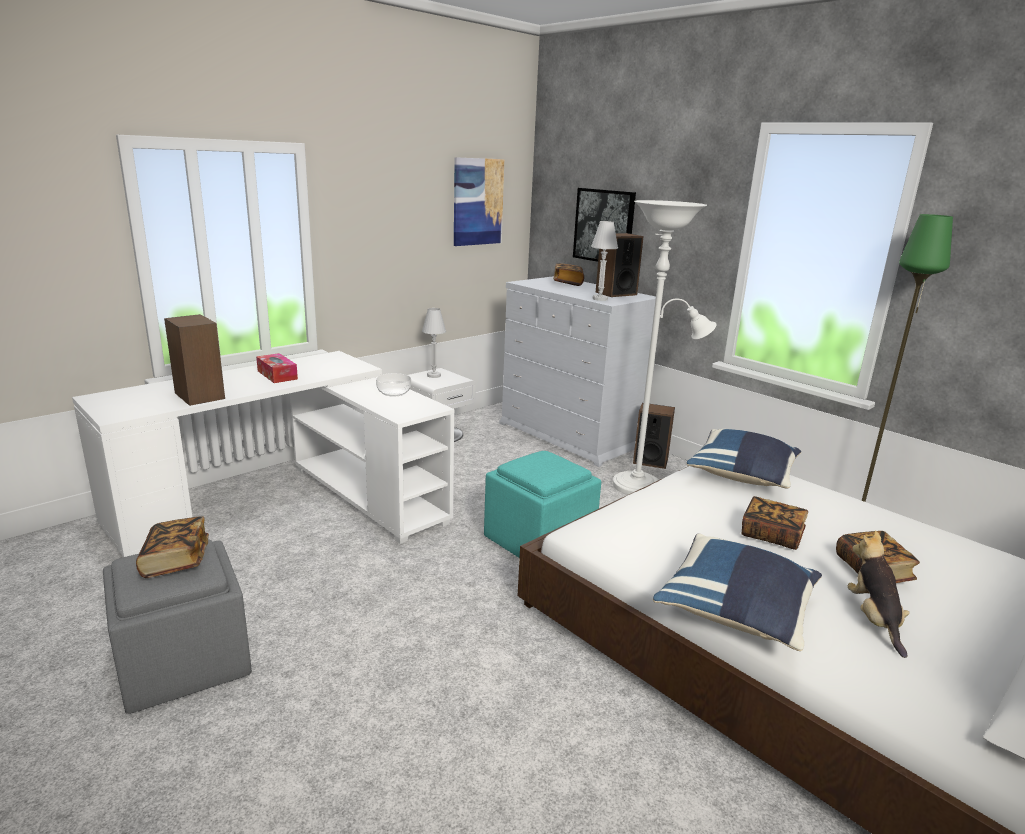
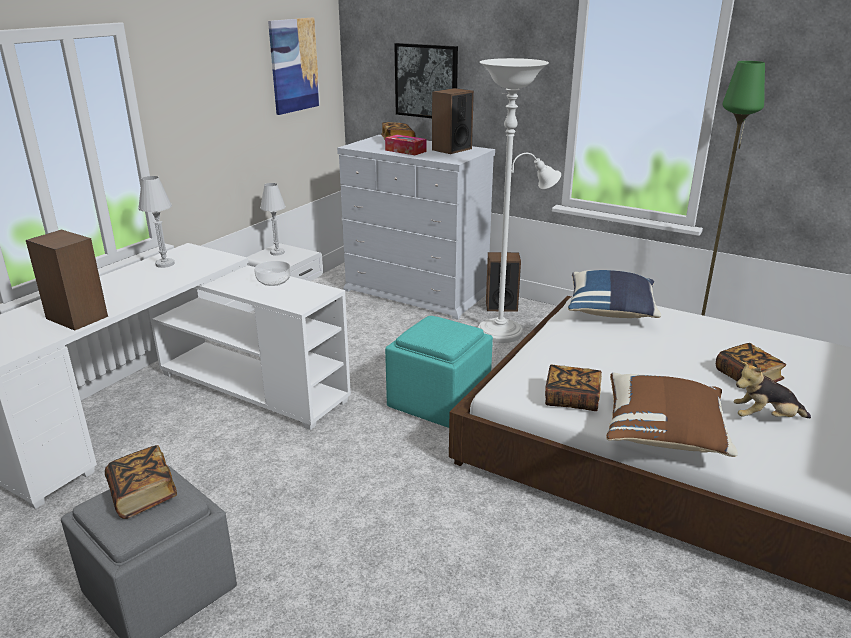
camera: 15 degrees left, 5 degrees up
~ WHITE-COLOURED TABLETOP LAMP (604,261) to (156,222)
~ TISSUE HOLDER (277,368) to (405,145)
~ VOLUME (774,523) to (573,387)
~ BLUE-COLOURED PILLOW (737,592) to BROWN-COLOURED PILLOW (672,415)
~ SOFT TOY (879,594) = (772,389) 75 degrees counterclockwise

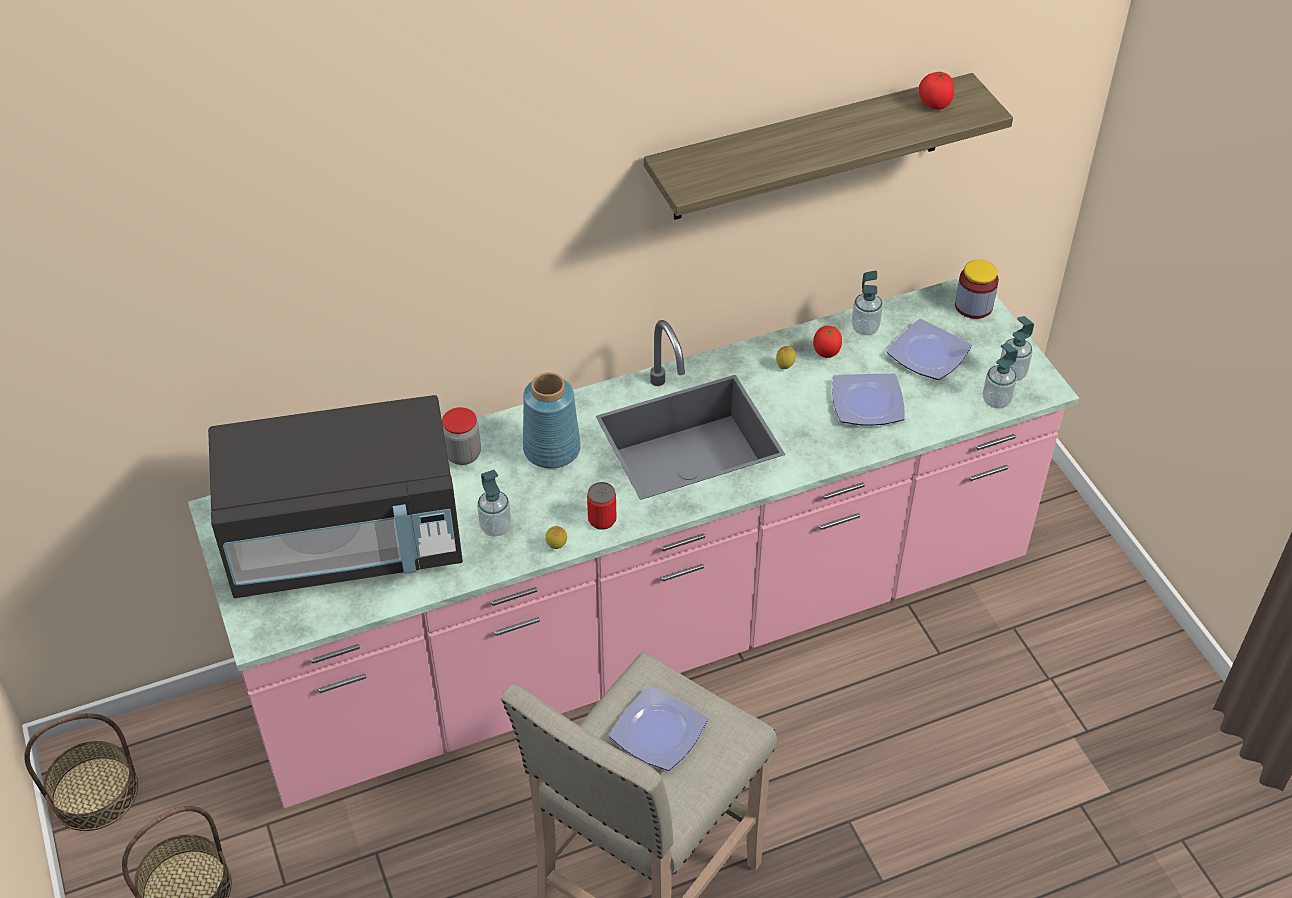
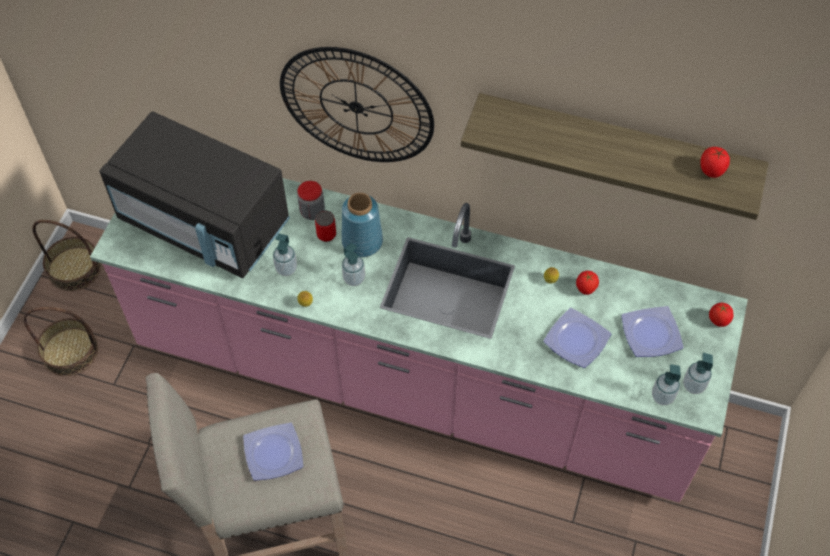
camera: 40 degrees right, 10 degrees up
+ WALL CLOCK (357,104)
~ CAN (601,506) to (325,226)
~ SOAP DISPENSER (867,303) to (353,264)
~ STORAGE JAR (977,289) to FRESH TOMATO (721,315)

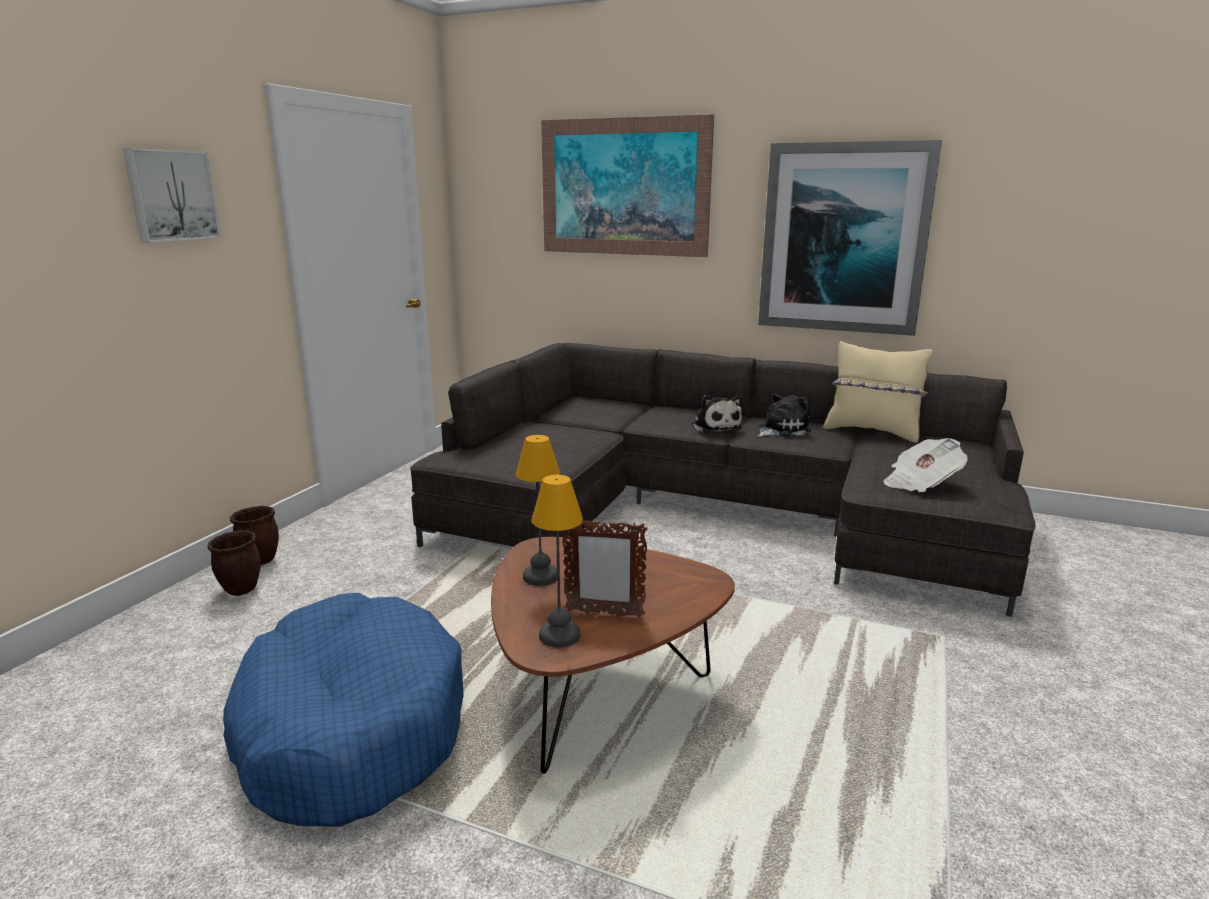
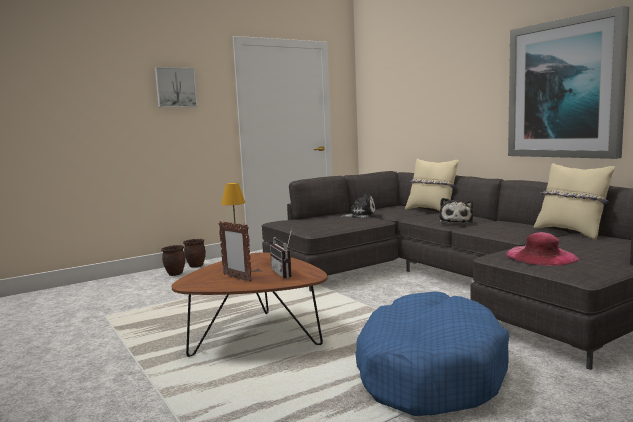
camera: 35 degrees right, 10 degrees down
+ RADIO (281,253)
~ SOFT TOY (784,415) to (357,206)
~ BLUE-COLOURED DOG BED (343,710) to (432,354)
+ BEIGE PILLOW (432,185)
~ PRINTED PAPER (925,465) to PINK WEARABLE HAT (542,249)
- TABLETOP LAMP (557,561)
- WALL PICTURE (627,185)

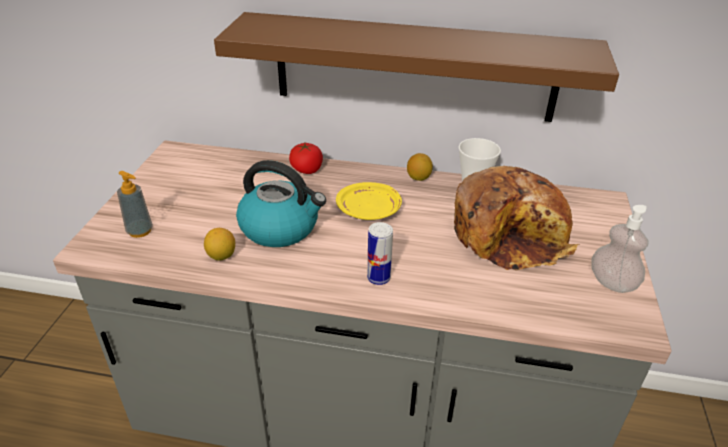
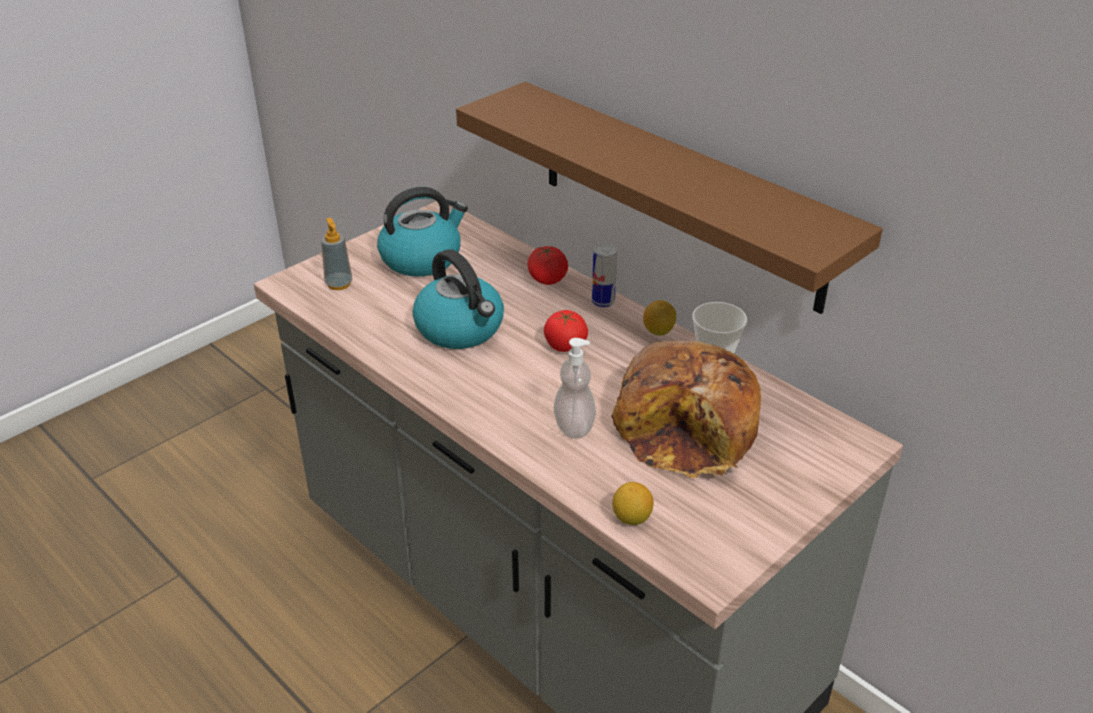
camera: 35 degrees right, 0 degrees up
+ WATER KETTLE (422,232)
~ YELLOWISH FLAT DISH (369,201) to FRESH TOMATO (566,331)
~ SOAP DISPENSER (620,249) to (575,388)
~ CAN (380,253) to (604,275)
~ CITRUS FRUIT (219,244) to (633,503)

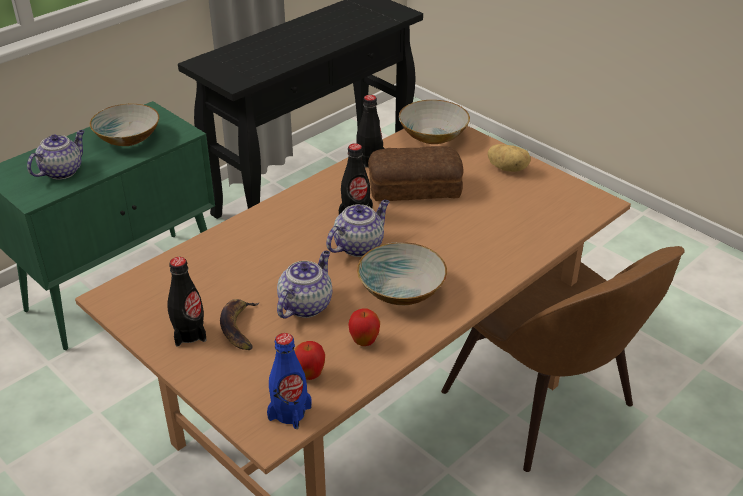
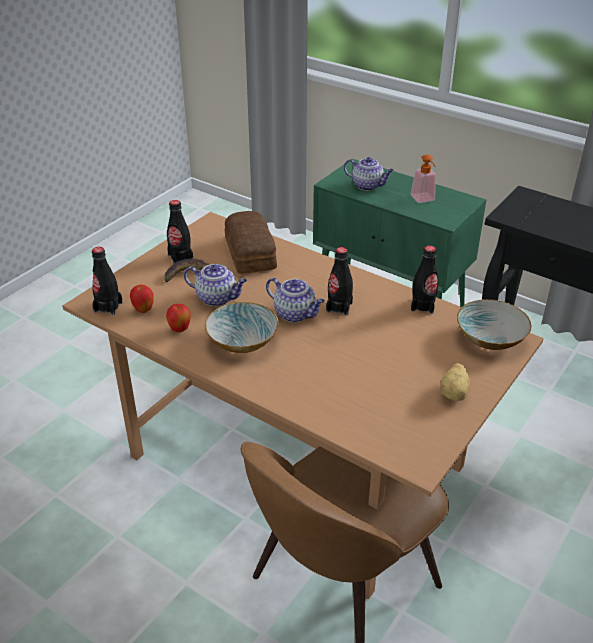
camera: 80 degrees right, 0 degrees up
~ BLUE-COLOURED BOTTLE (289,381) to BLACK BOTTLE (107,281)
~ BAKED BREAD (416,173) to (251,242)
~ BOWL (124,125) to SOAP DISPENSER (423,179)

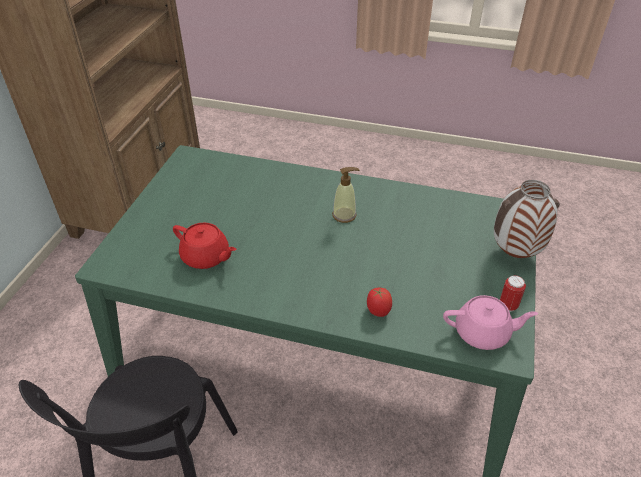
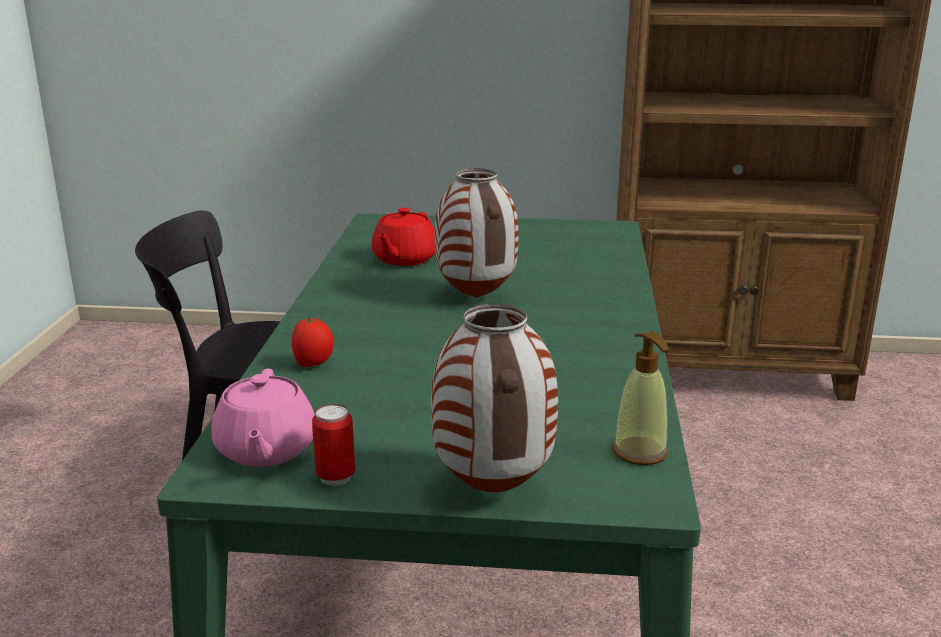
camera: 80 degrees right, 20 degrees down
+ VASE (476,233)
~ SOAP DISPENSER (345,195) to (640,398)

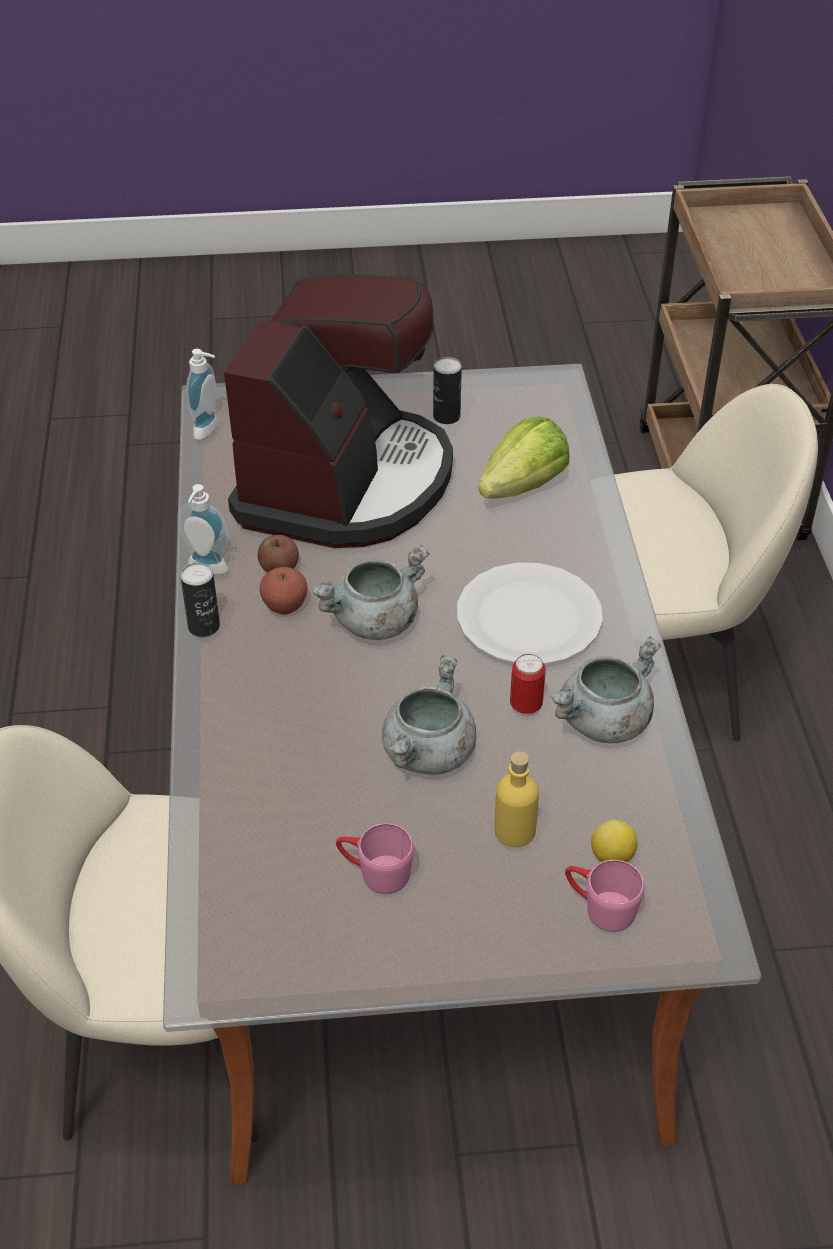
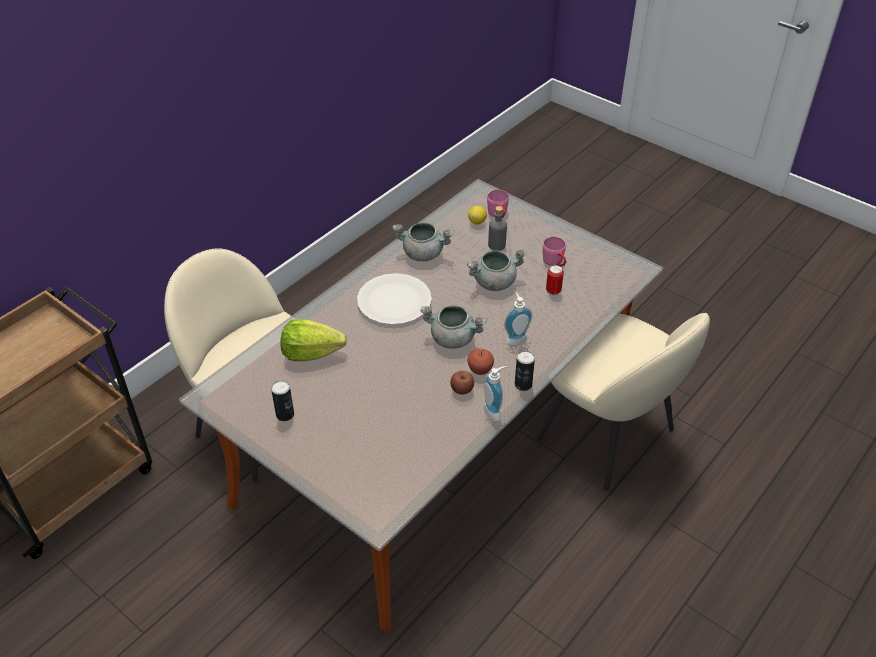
camera: 135 degrees left, 0 degrees up
~ YELLOWISH BOTTLE (516,799) to GRAY BOTTLE (497,228)
~ SOAP DISPENSER (202,394) to (518,318)
~ CAN (528,685) to (555,280)
- COFFEE MAKER (338,411)

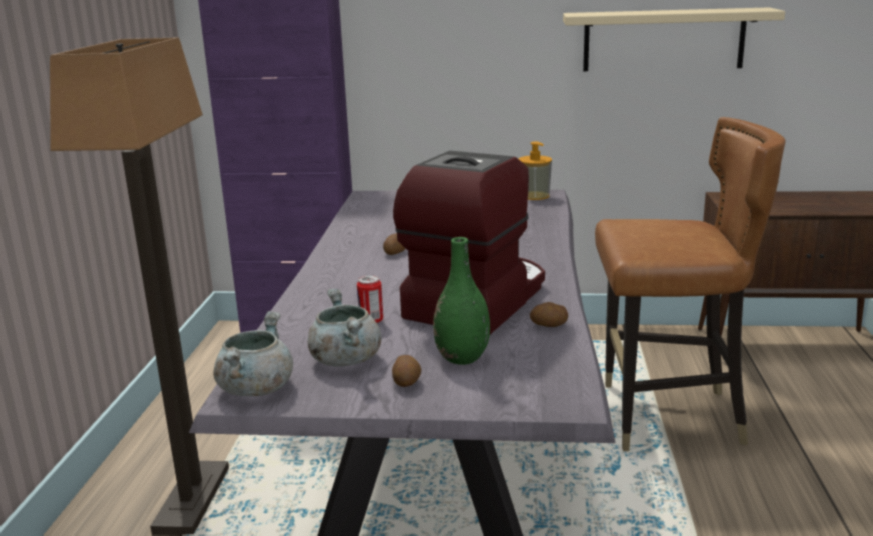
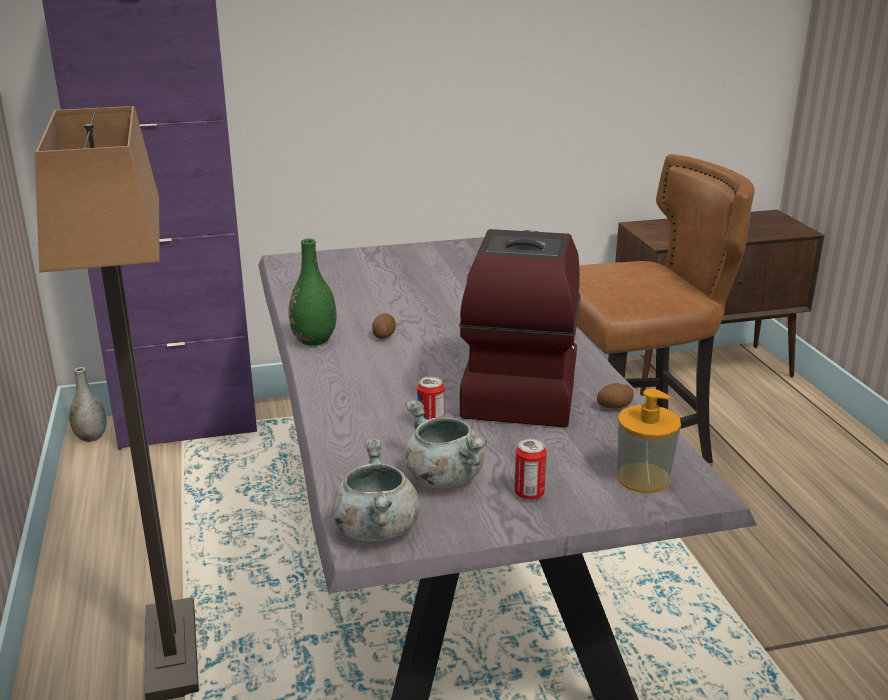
camera: 20 degrees left, 5 degrees up
+ GRAY VASE (88,404)
~ GREENISH VASE (461,301) to (312,292)
~ SPUD (406,371) to CAN (530,469)
~ SOAP DISPENSER (535,171) to (649,440)
- BEIGE BRACKET SHELF (674,39)

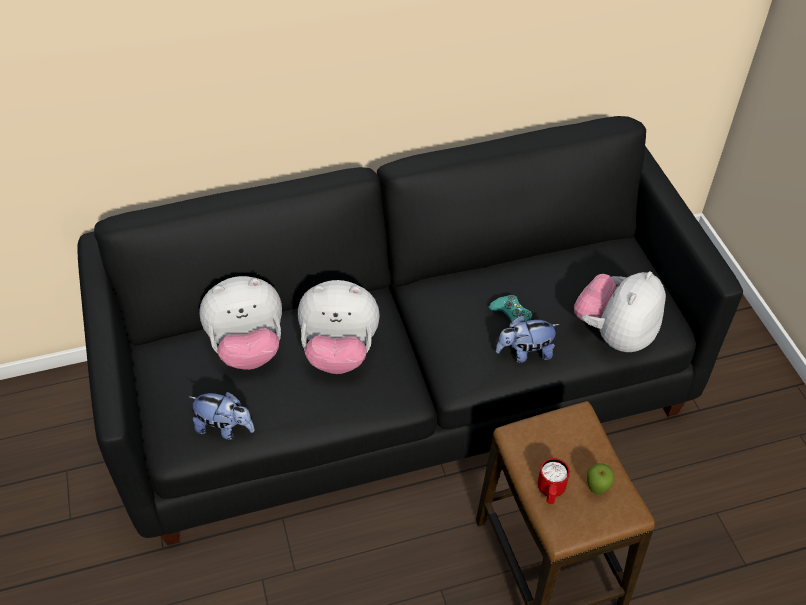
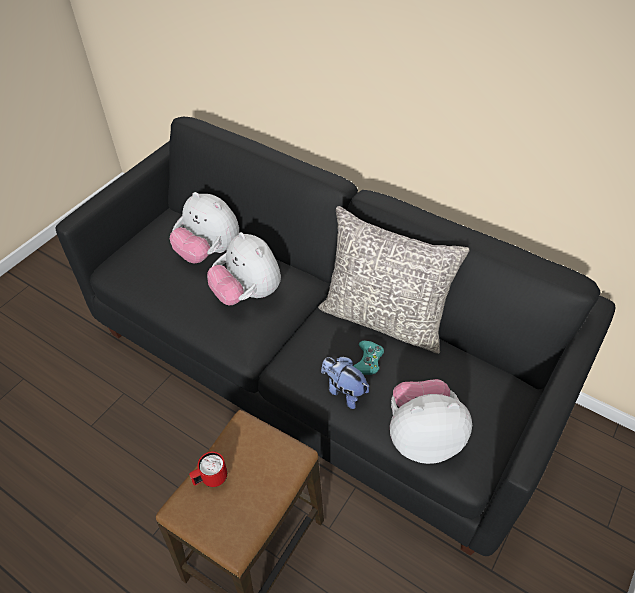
camera: 50 degrees right, 0 degrees up
+ GRAY PILLOW (394,280)
- SOFT TOY (221,416)
- WHOLE APPLE (601,478)

